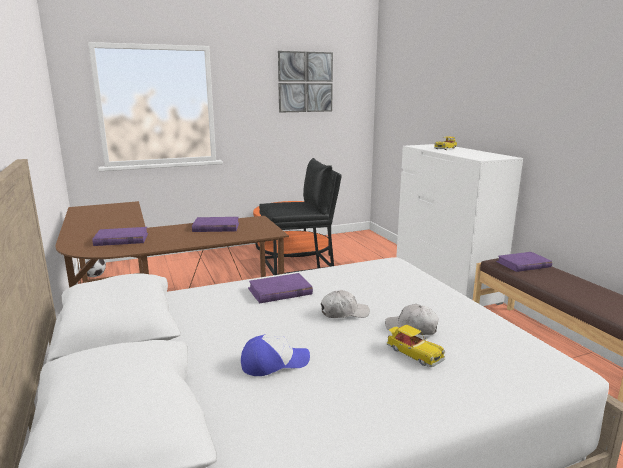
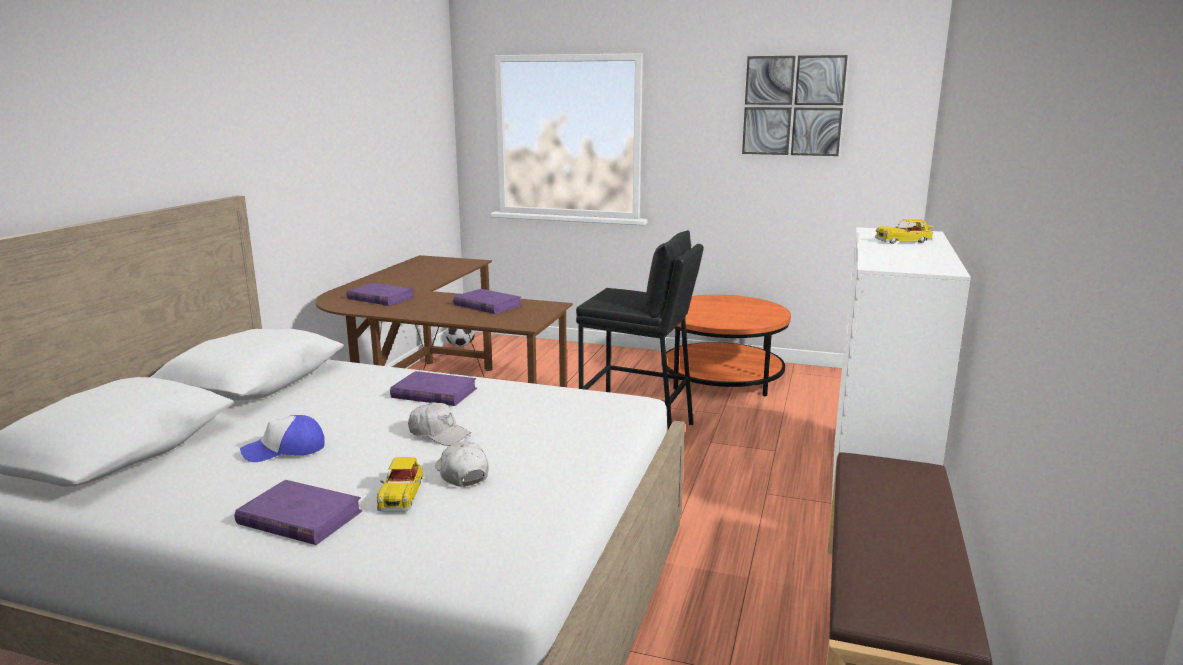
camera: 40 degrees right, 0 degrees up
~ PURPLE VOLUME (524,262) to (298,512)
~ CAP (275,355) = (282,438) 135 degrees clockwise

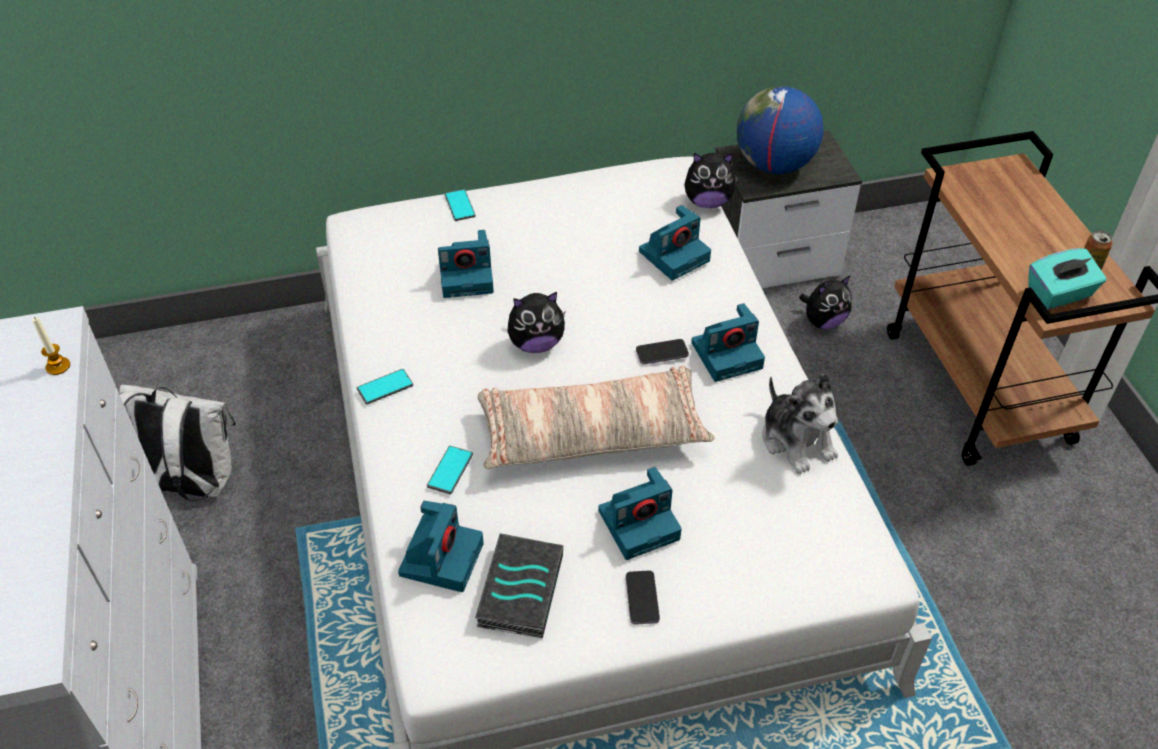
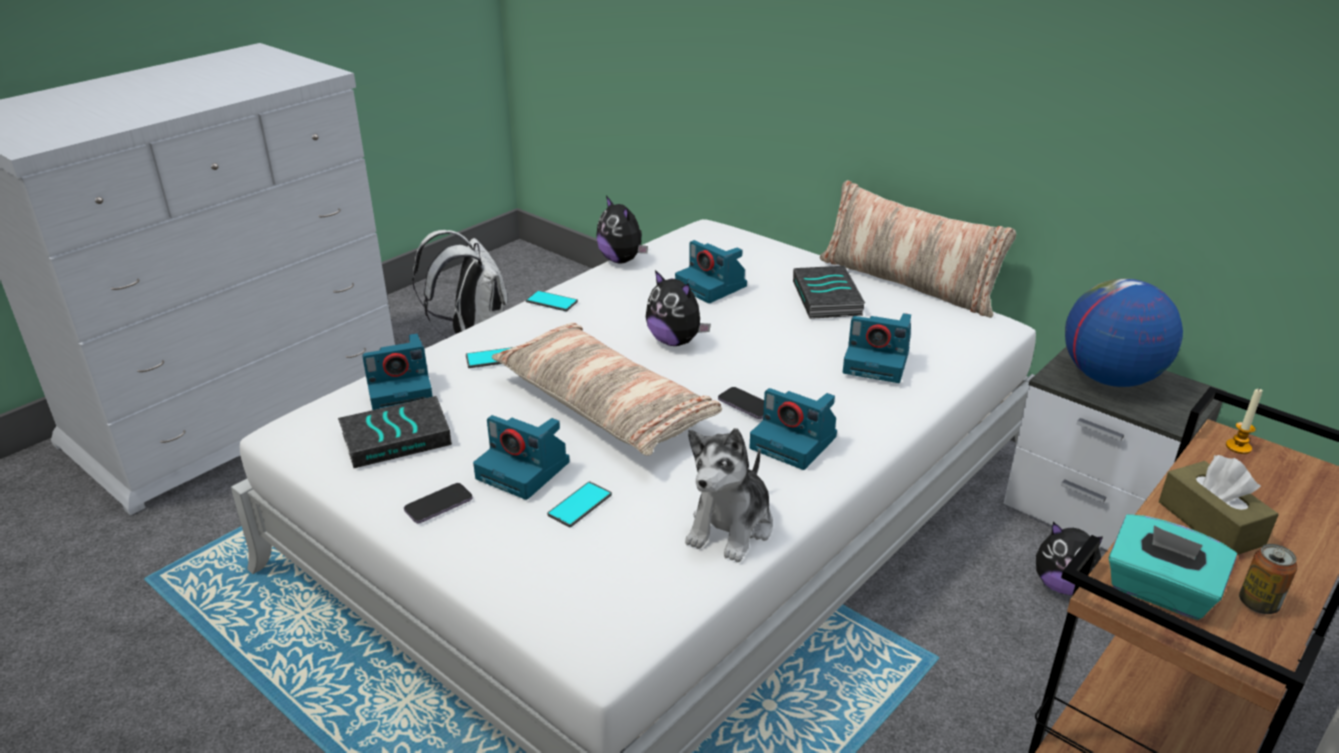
camera: 55 degrees right, 15 degrees down
~ HANDSET (460,205) to (579,504)
~ SOFT TOY (711,180) to (622,229)
+ VOLUME (829,292)
+ PILLOW (918,249)
+ BROWN-COLOURED TISSUE HOLDER (1219,505)
~ WAX LIGHT (51,346) to (1244,421)

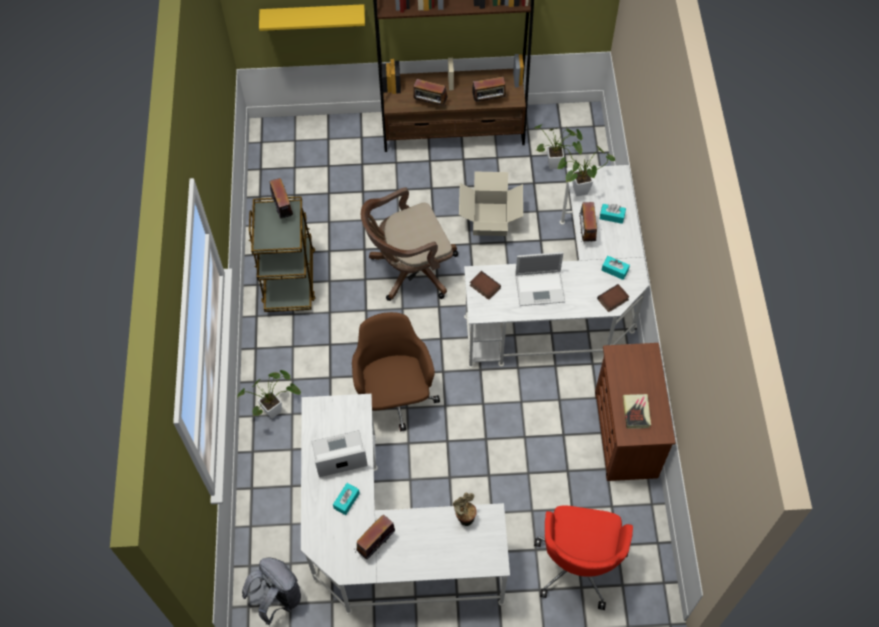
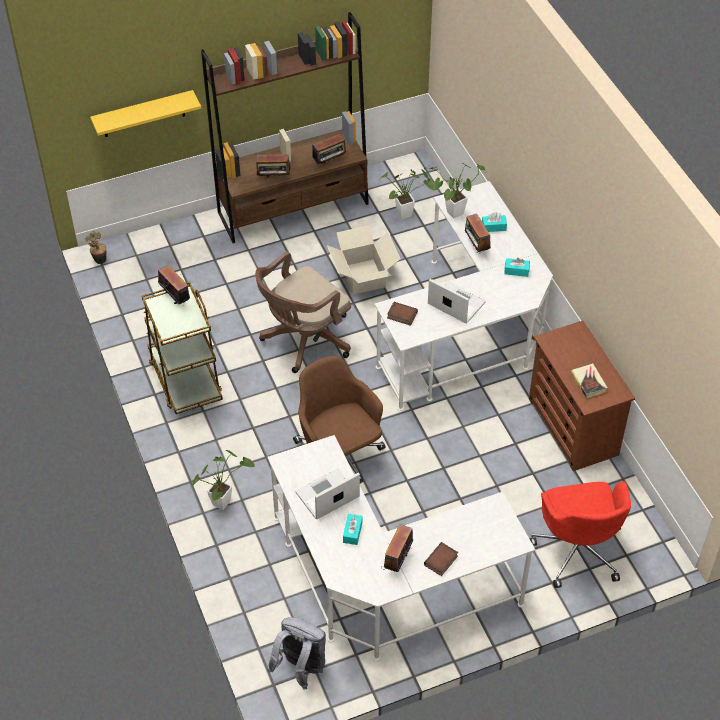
camera: 20 degrees left, 10 degrees down
~ POTTED PLANT (465,509) to (95,247)
~ VOLUME (613,298) to (441,559)
~ PORTABLE COMPUTER (540,279) = (457,301) 120 degrees counterclockwise

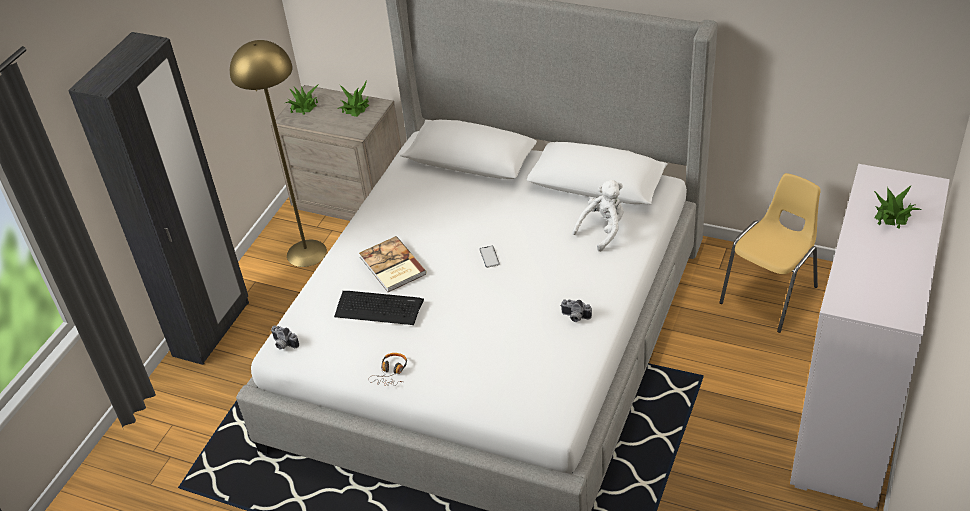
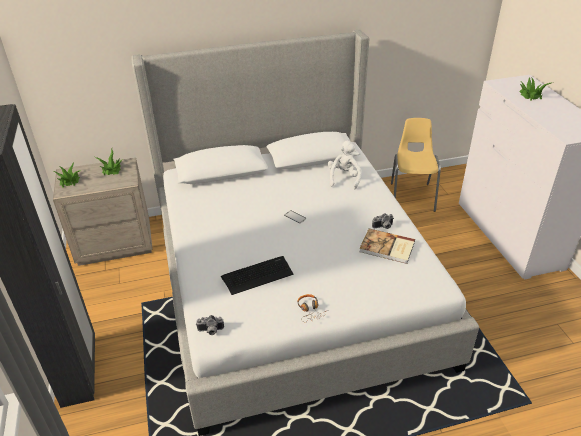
camera: 40 degrees left, 5 degrees down
~ VOLUME (393,264) to (387,246)
- YELLOWISH STANDING LAMP (278,153)

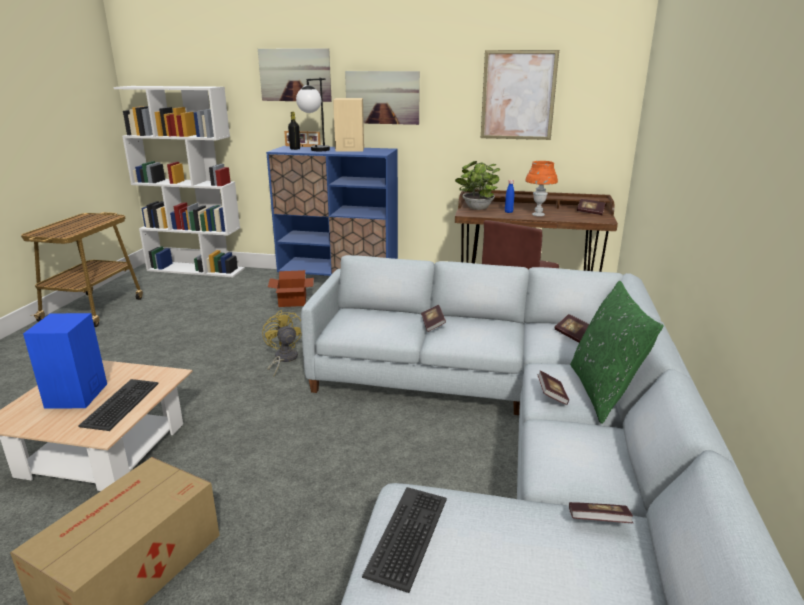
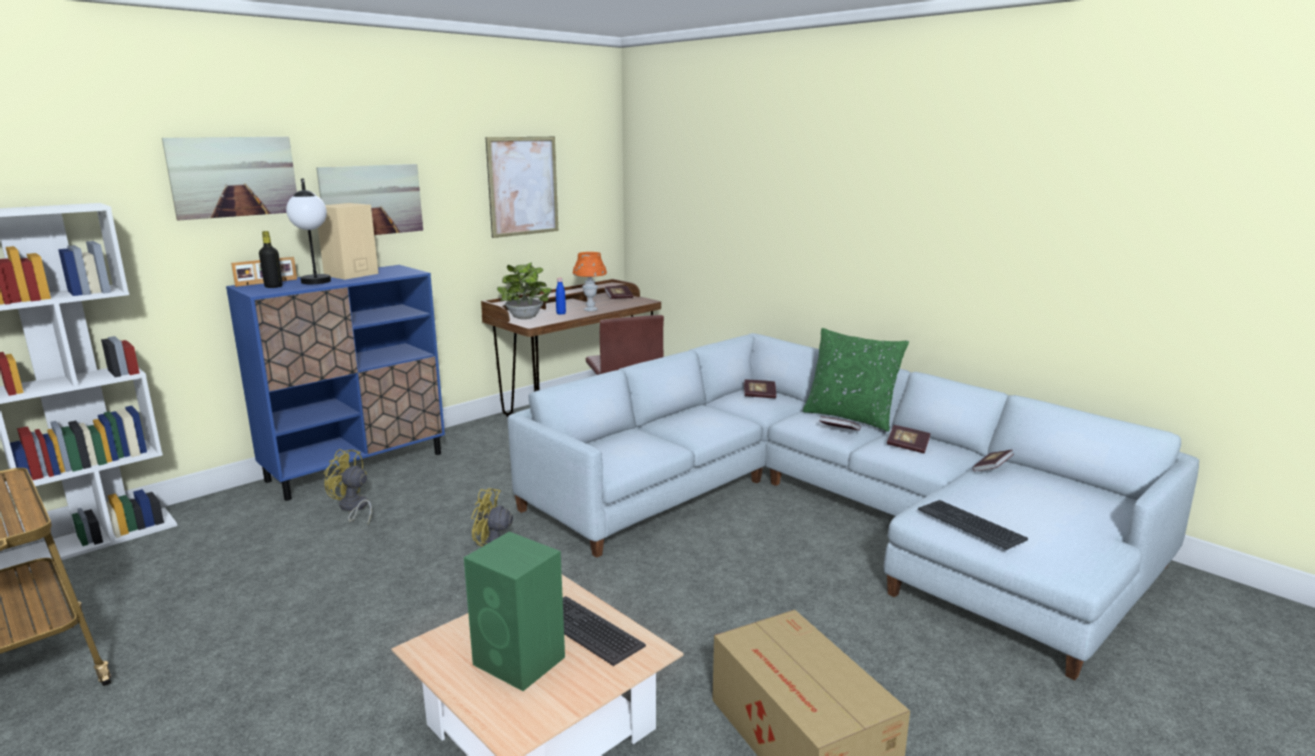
camera: 55 degrees left, 5 degrees down
~ CARDBOARD BOX (291,288) to YELLOWISH ELECTRIC FAN (348,486)
~ BLUE-COLOURED SPEAKER (65,361) to GREENISH SPEAKER (514,611)
~ VOLUME (433,318) to (909,439)

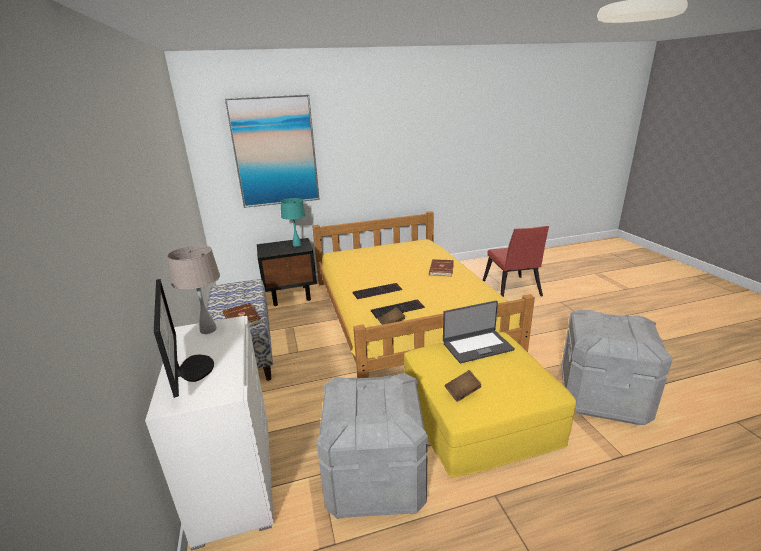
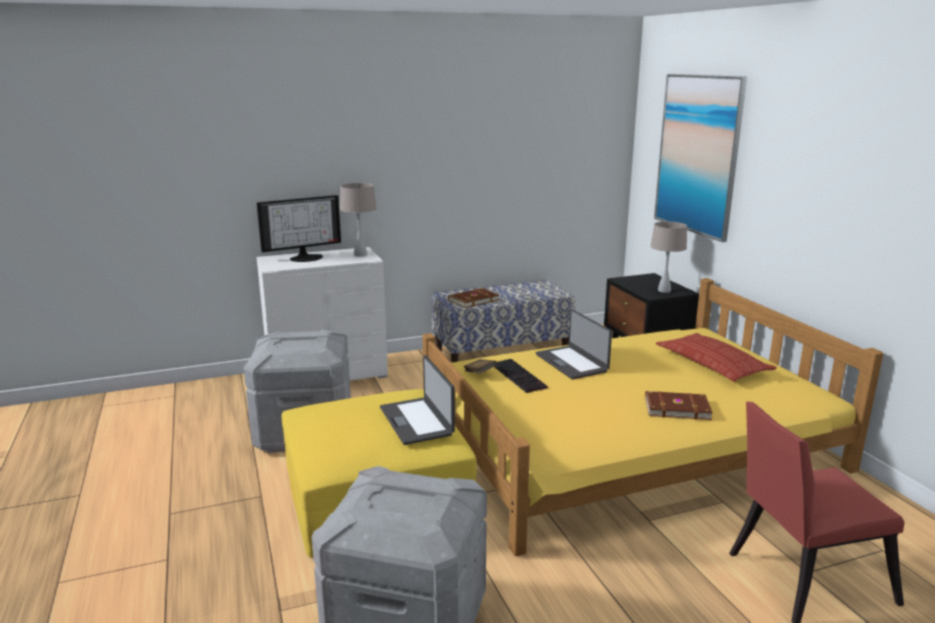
camera: 85 degrees right, 5 degrees down
~ KEYBOARD (377,291) to PORTABLE COMPUTER (573,344)
~ TURQUOISE TABLETOP LAMP (293,222) to BEIGE TABLETOP LAMP (668,257)
+ PILLOW (716,357)
- BROWN-COLOURED VOLUME (463,386)

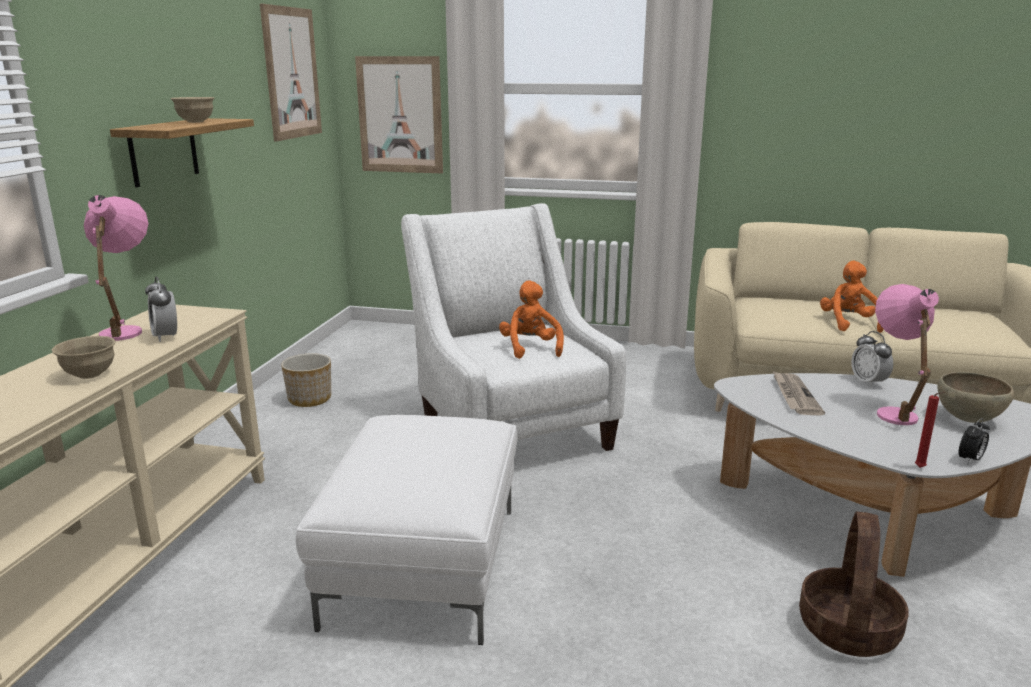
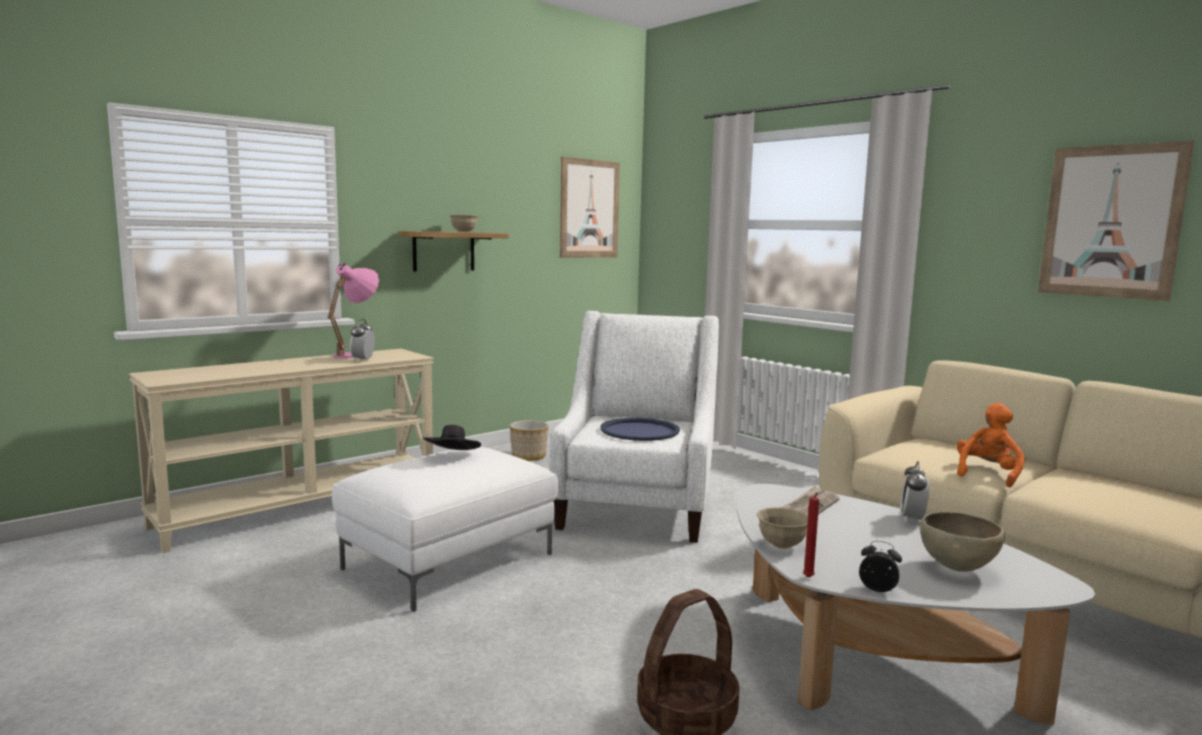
camera: 35 degrees right, 10 degrees down
+ BLACK WEARABLE HAT (452,437)
~ ORANGE SOFT TOY (531,319) to BLUE-COLOURED TRAY (640,429)
~ BEIGE BOWL (83,357) to (782,528)
~ ALARM CLOCK (974,441) = (880,566) 150 degrees counterclockwise
~ WALL PICTURE (399,114) to (1116,220)
- PINK TABLETOP LAMP (907,354)

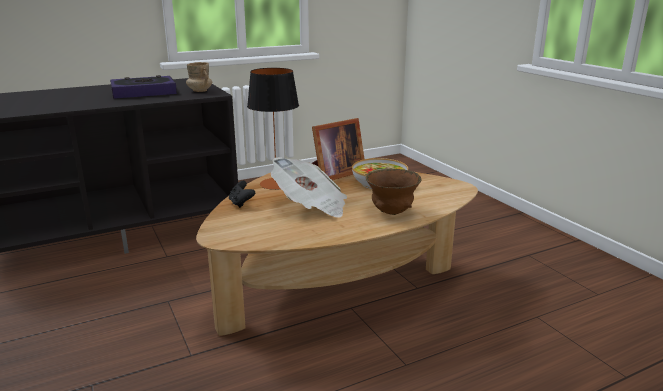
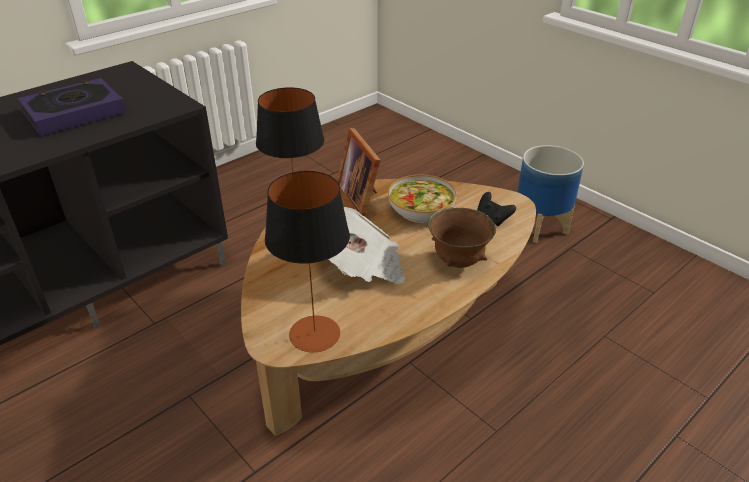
camera: 15 degrees left, 15 degrees up
+ TABLETOP LAMP (307,261)
~ PHOTO FRAME (338,149) = (359,172) 120 degrees clockwise
~ BLACK GAMEPAD (242,194) to (496,209)
+ PLANTER (550,194)
- BEIGE COFFEE MUG (199,77)

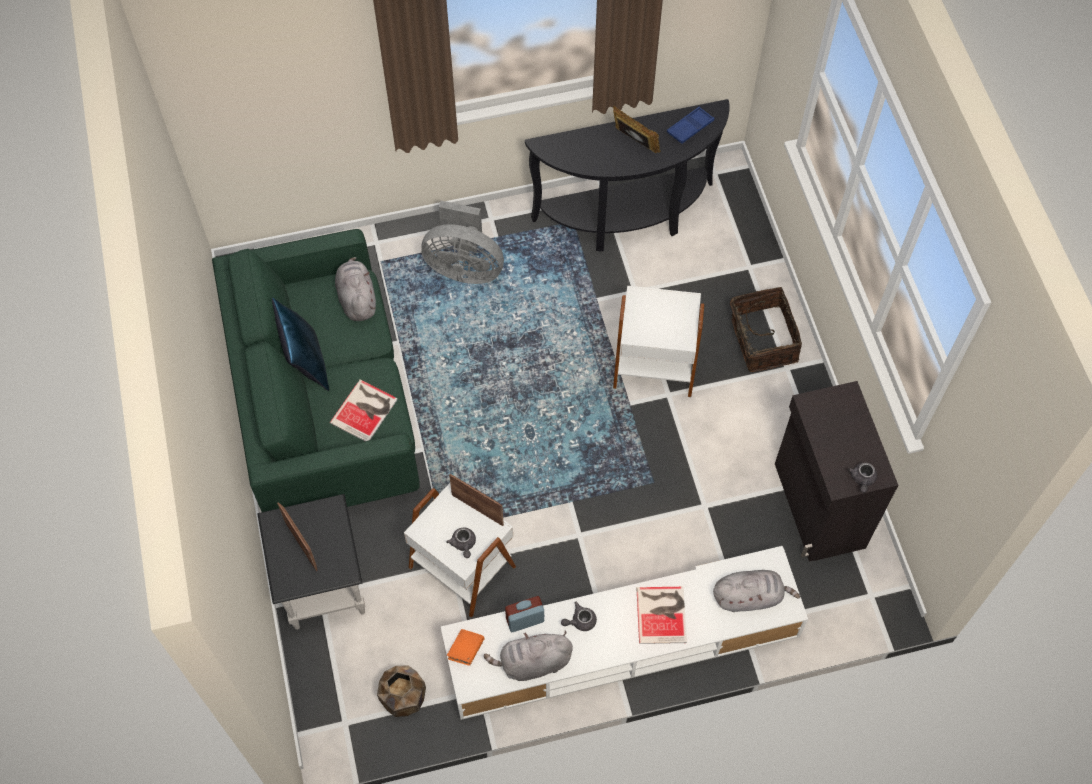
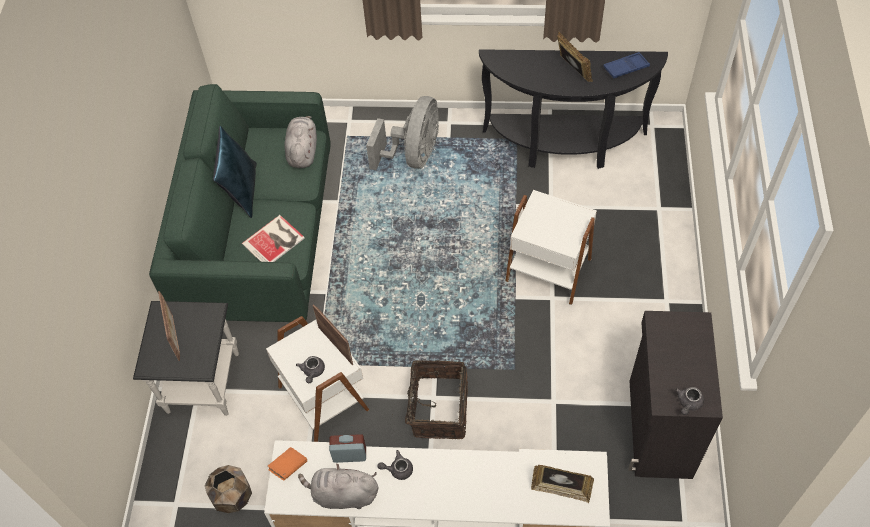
camera: 20 degrees right, 5 degrees down
~ GRAY ELECTRIC FAN (462,242) = (402,133) 105 degrees counterclockwise
~ BASKET (766,329) to (436,399)
~ GRAY SOFT TOY (756,591) to PHOTO FRAME (562,484)
- VOLUME (662,615)

